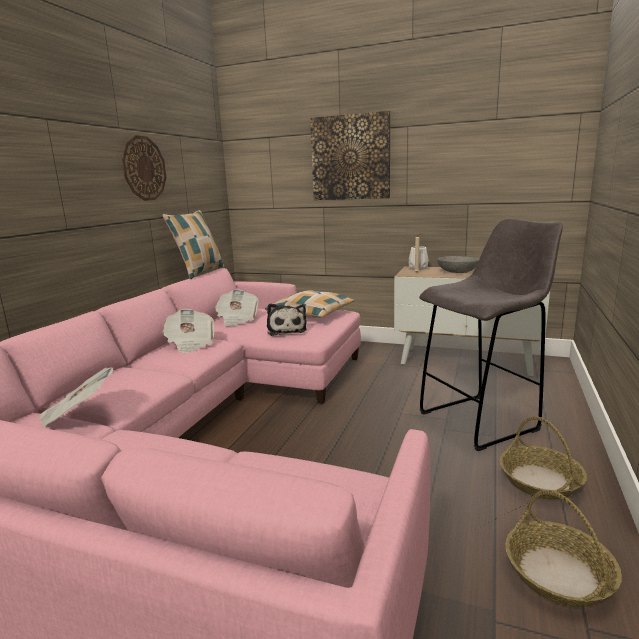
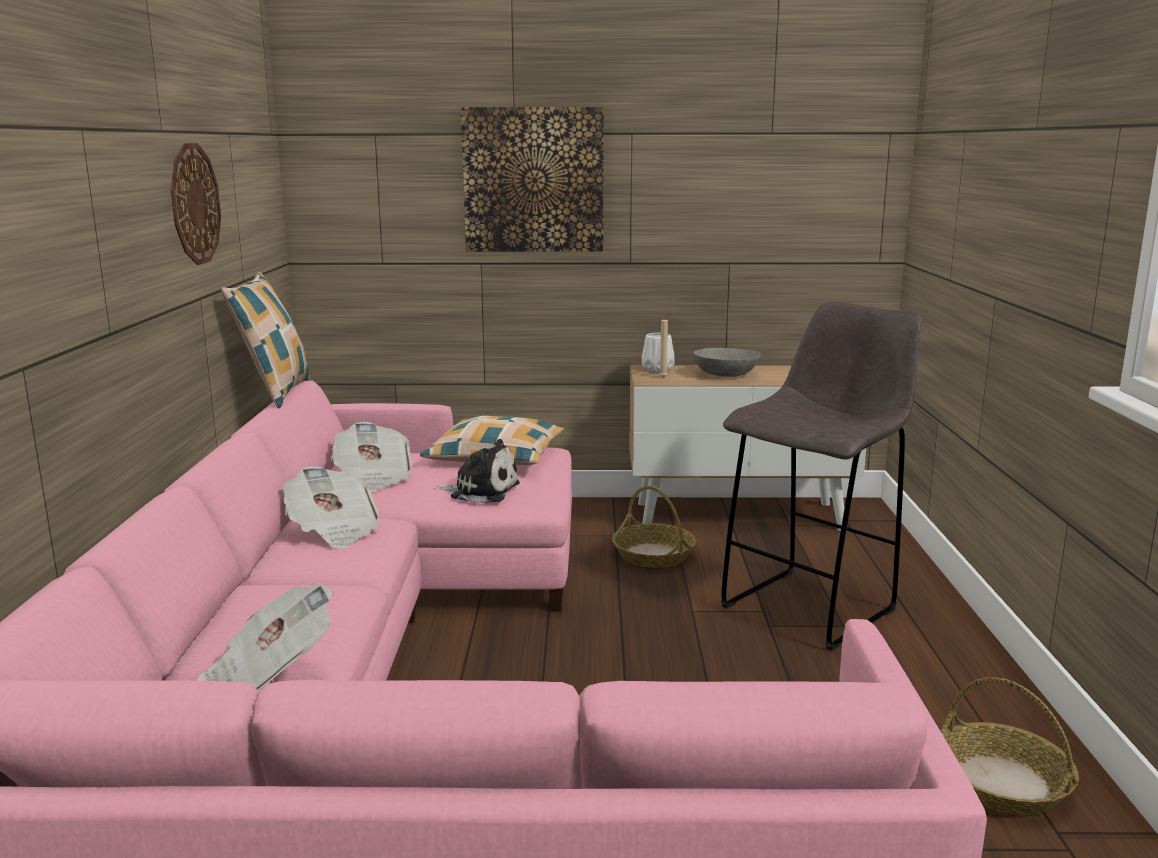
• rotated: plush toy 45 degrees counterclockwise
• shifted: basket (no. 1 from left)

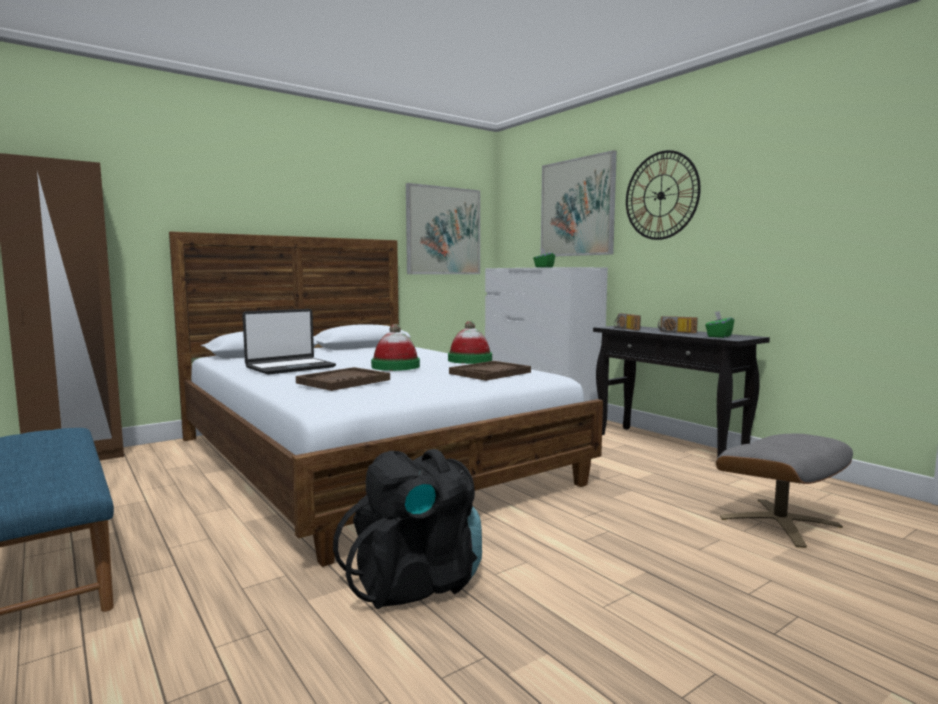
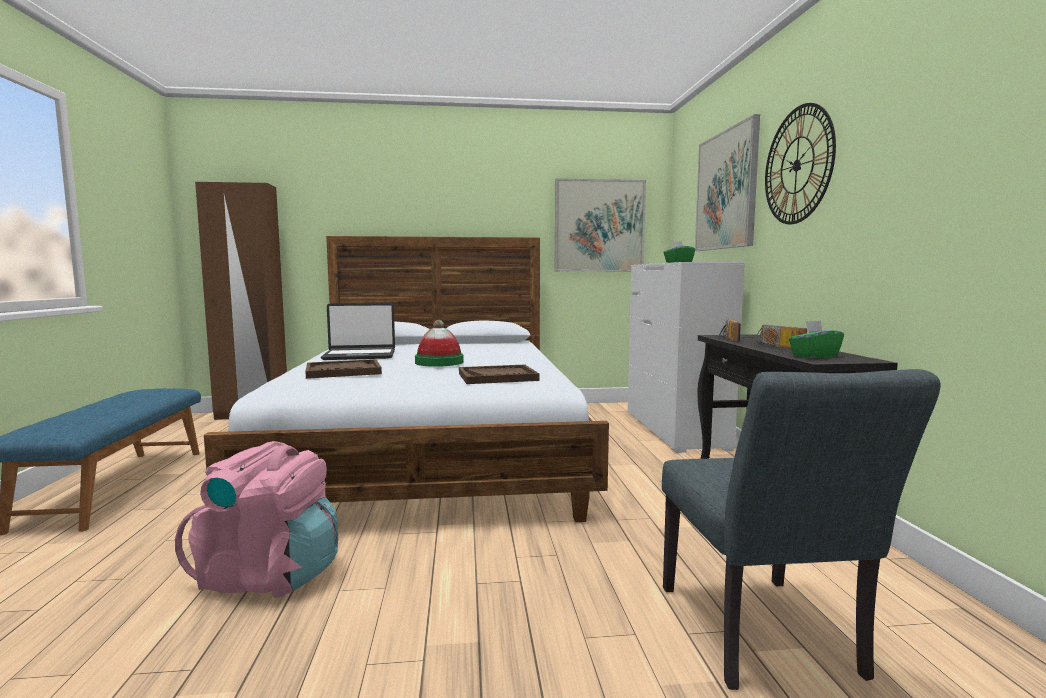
• gone: hat (no. 2 from left)
• swapped: grey ottoman to grey chair
• repainted: black backpack to pink backpack

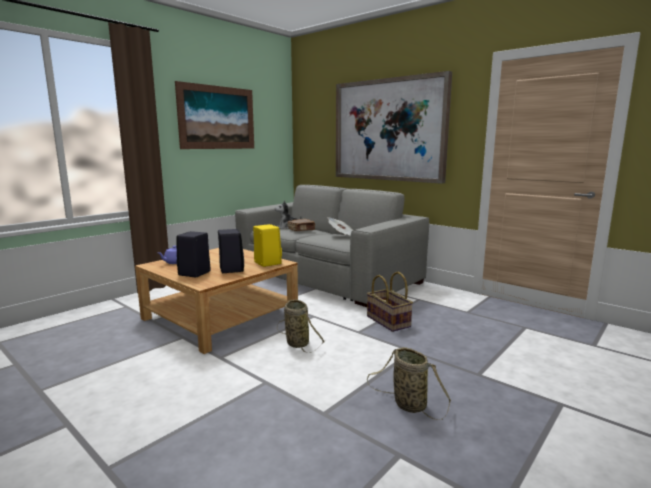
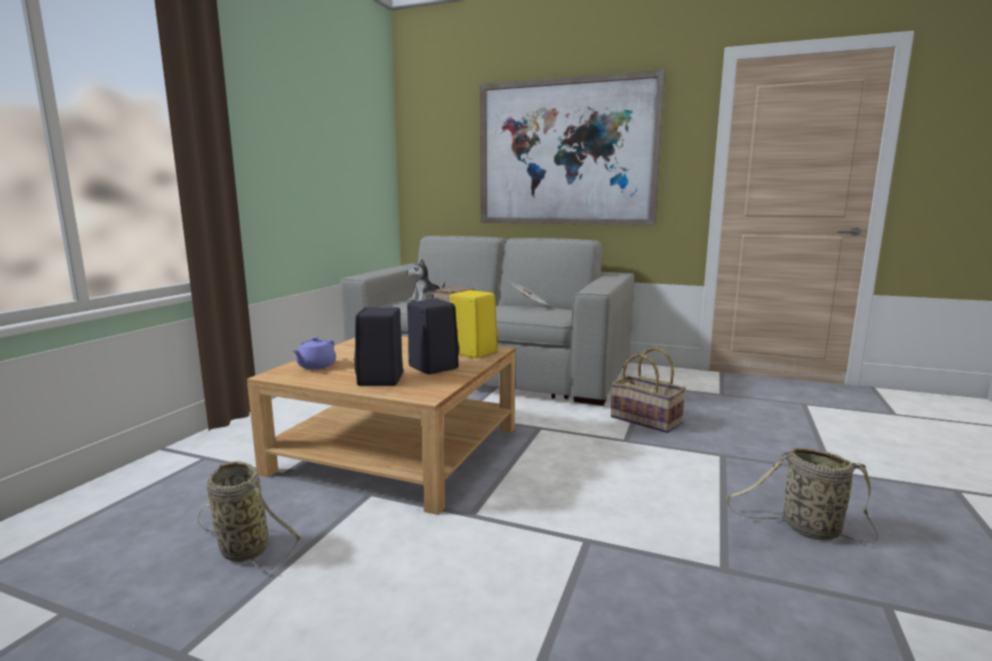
• gone: picture (no. 1 from left)
• shifted: basket (no. 1 from left)

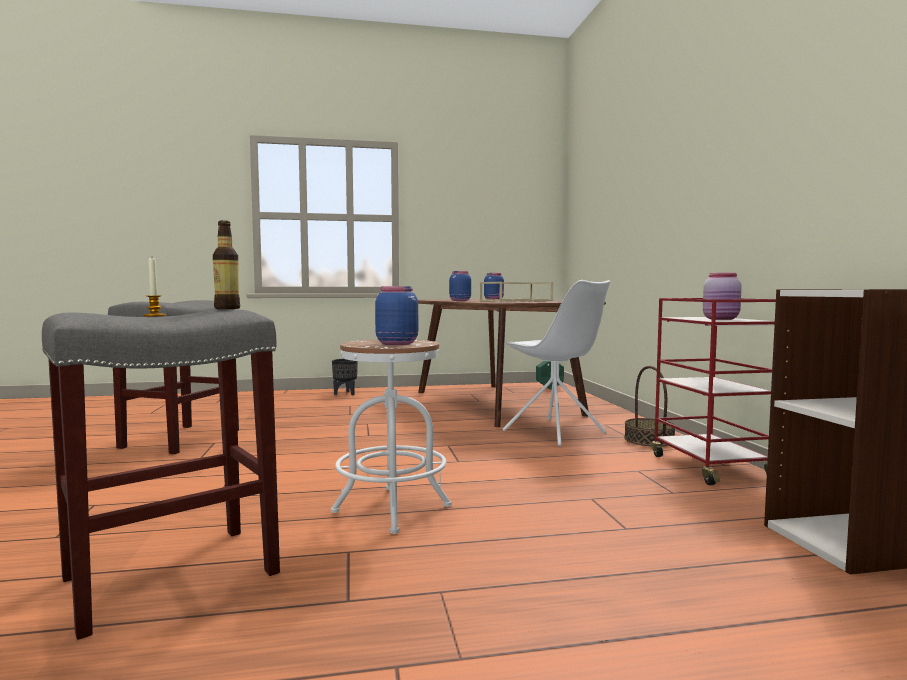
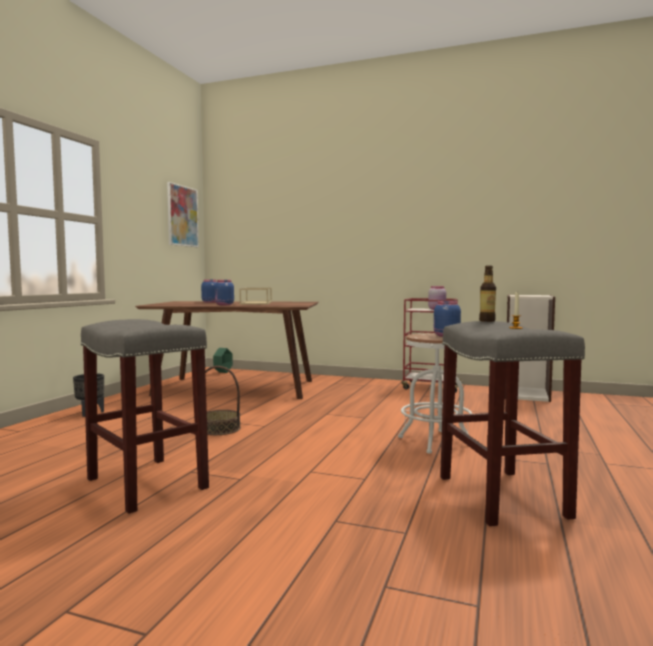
• gone: white chair
• shifted: basket
• new: picture

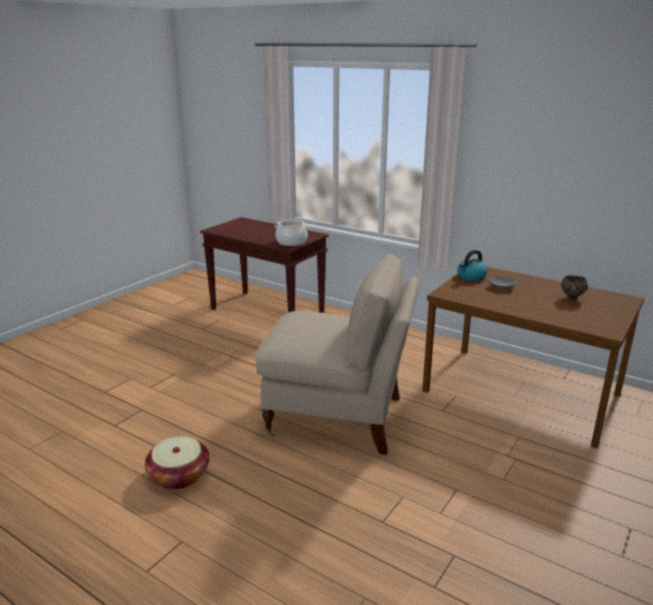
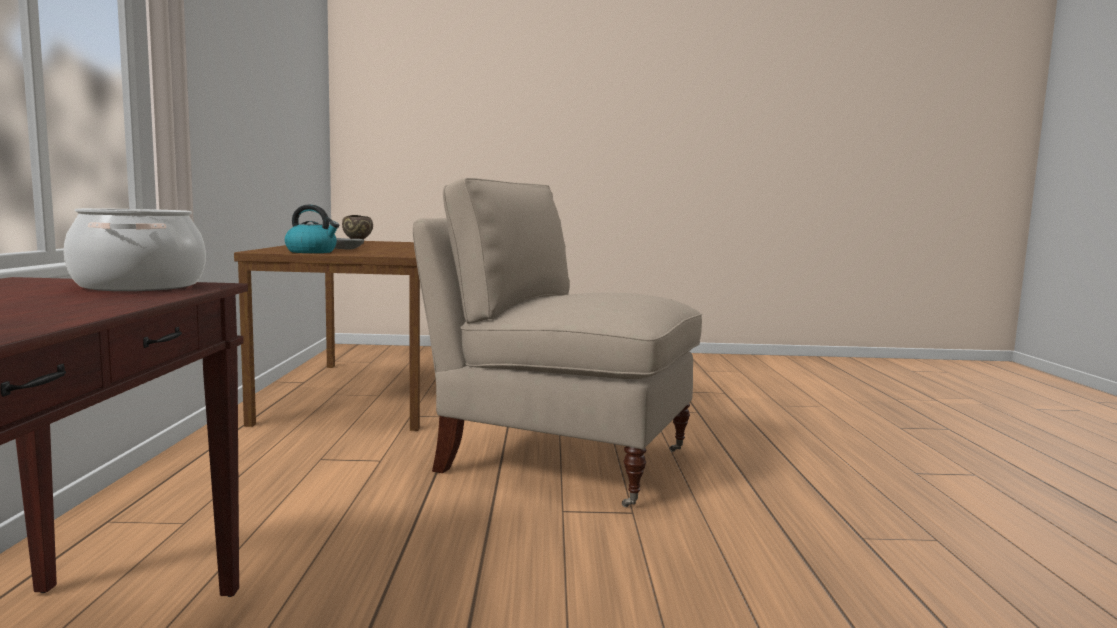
• rotated: beige chair 45 degrees counterclockwise
• gone: basket

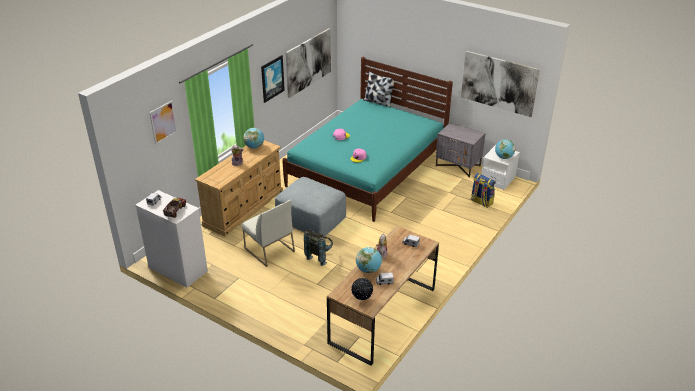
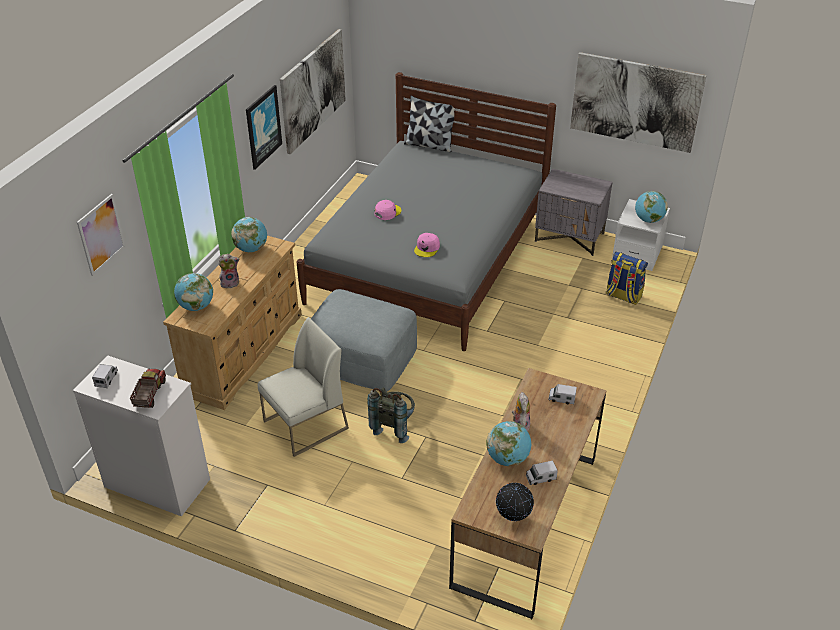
• repainted: turquoise bed to grey bed
• rotated: white chair 75 degrees counterclockwise
• new: globe (no. 1 from left)

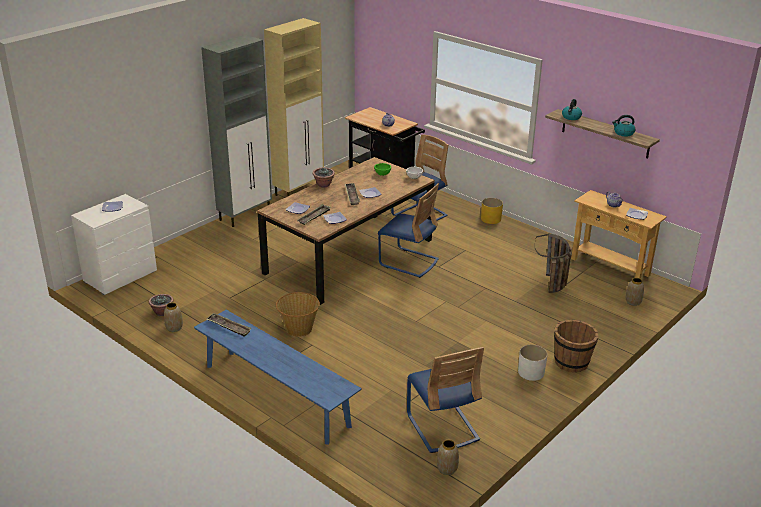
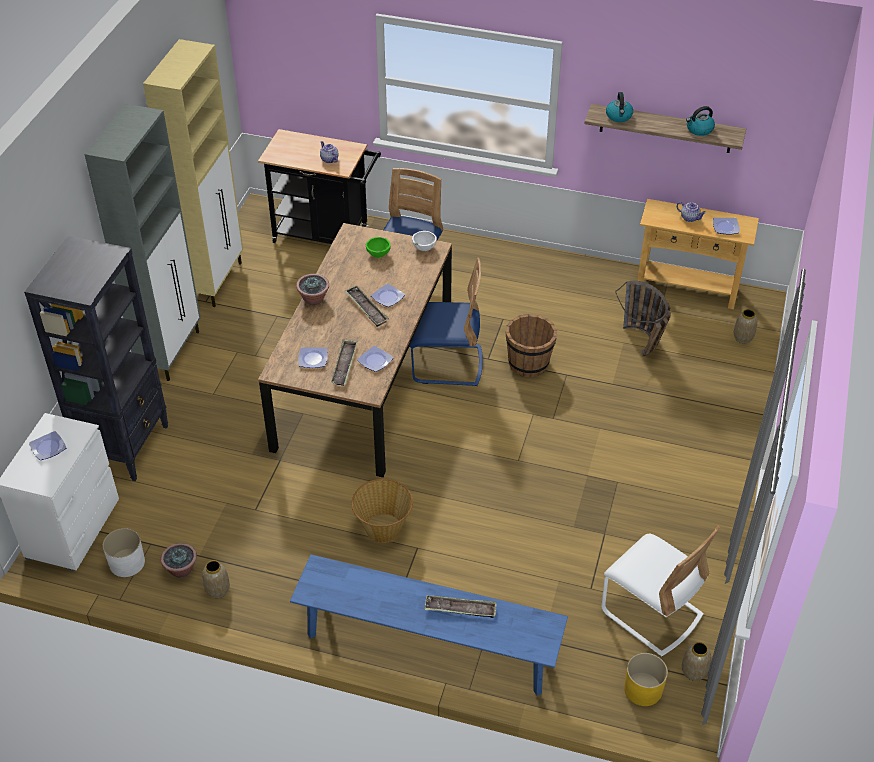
• shifted: yellow planter
• shifted: tray (no. 1 from left in the first image) to tray (no. 3 from left)
• shifted: brown bucket
• shifted: white planter
• repainted: blue chair (no. 3 from left) to white chair
• new: black bookcase

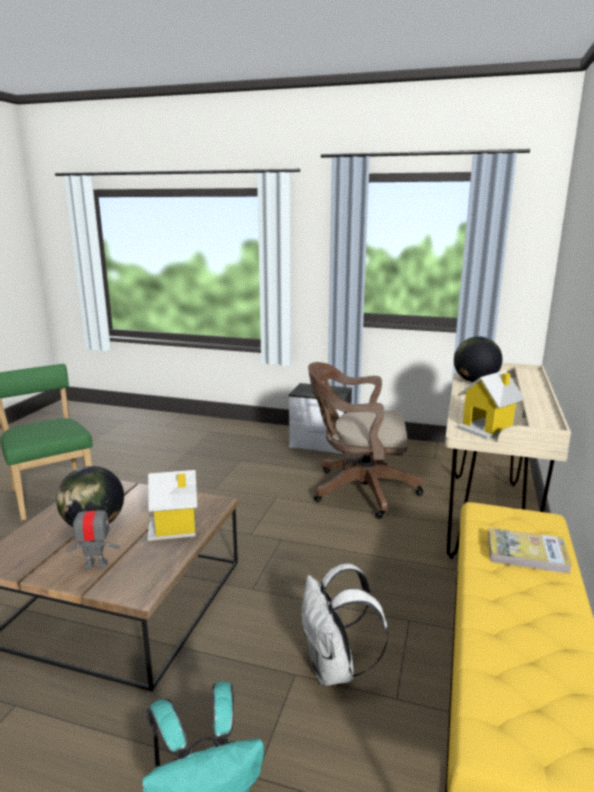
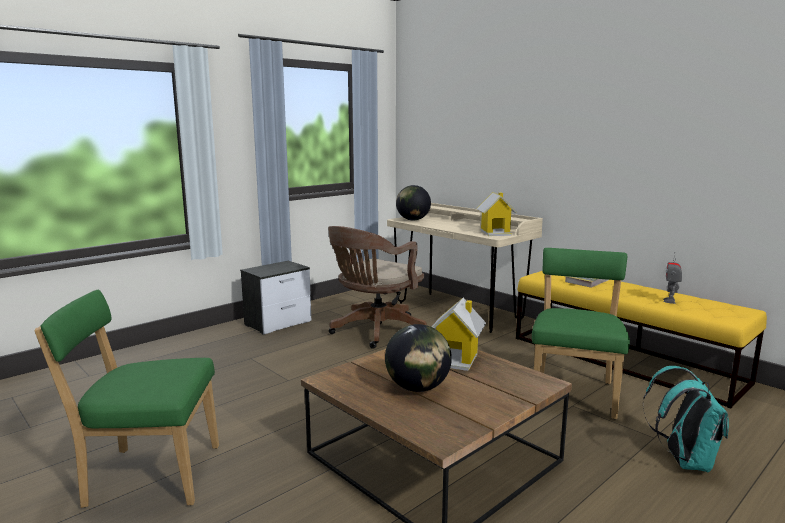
• shifted: toy robot
• swapped: white backpack to green chair (no. 2 from left)

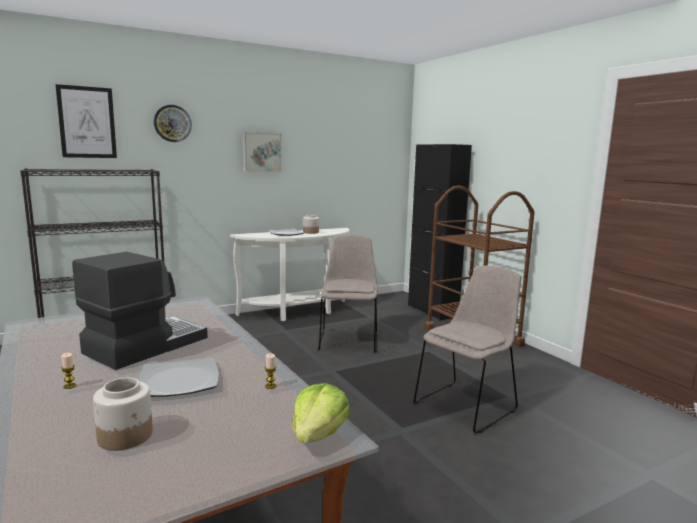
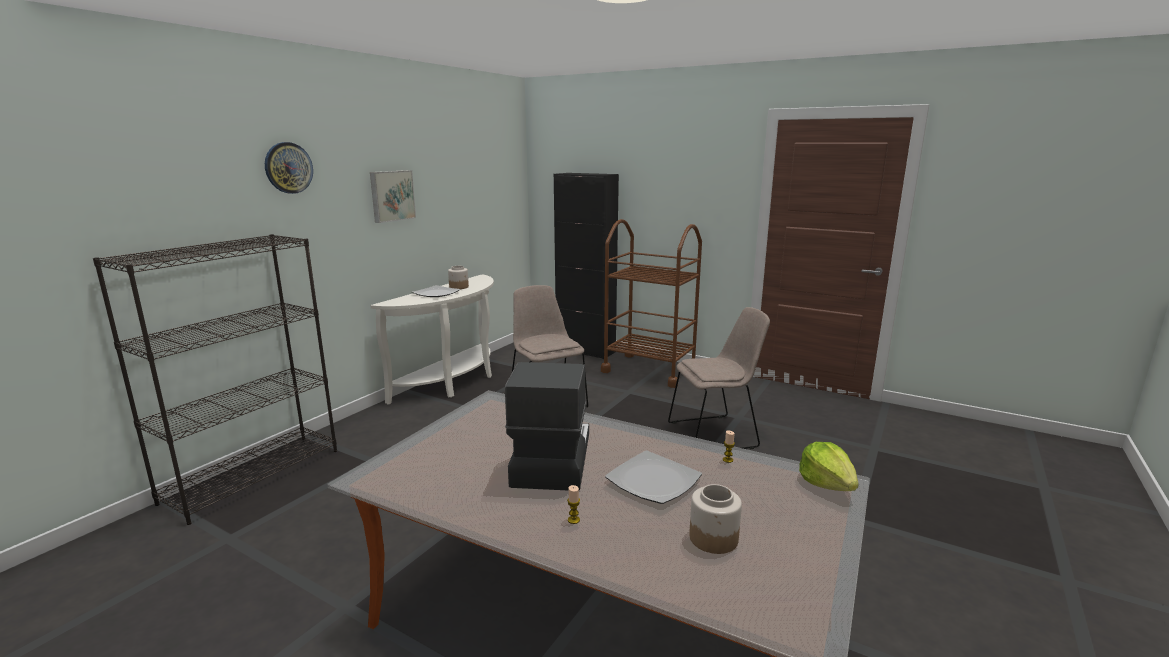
• gone: picture (no. 1 from left)
• rotated: beige chair (no. 2 from left) 60 degrees clockwise

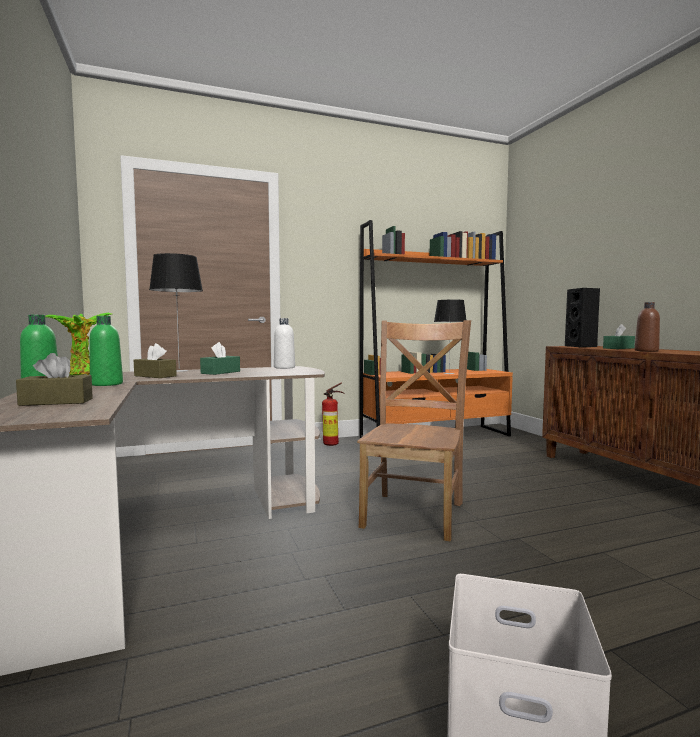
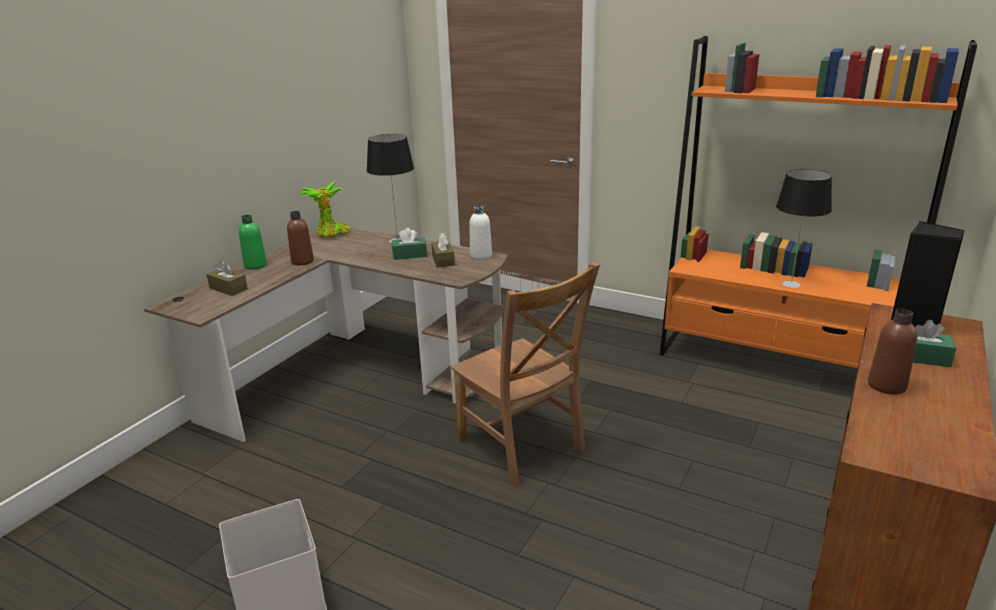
• repainted: green bottle (no. 2 from left) to brown bottle (no. 1 from left)
• rotated: brown chair 75 degrees clockwise
• shifted: brown tissue box (no. 2 from left)
• gone: fire extinguisher

